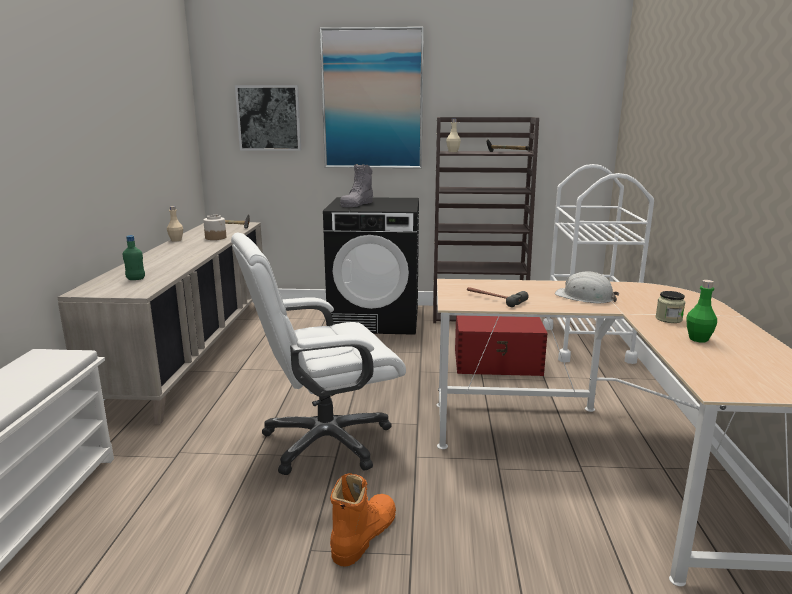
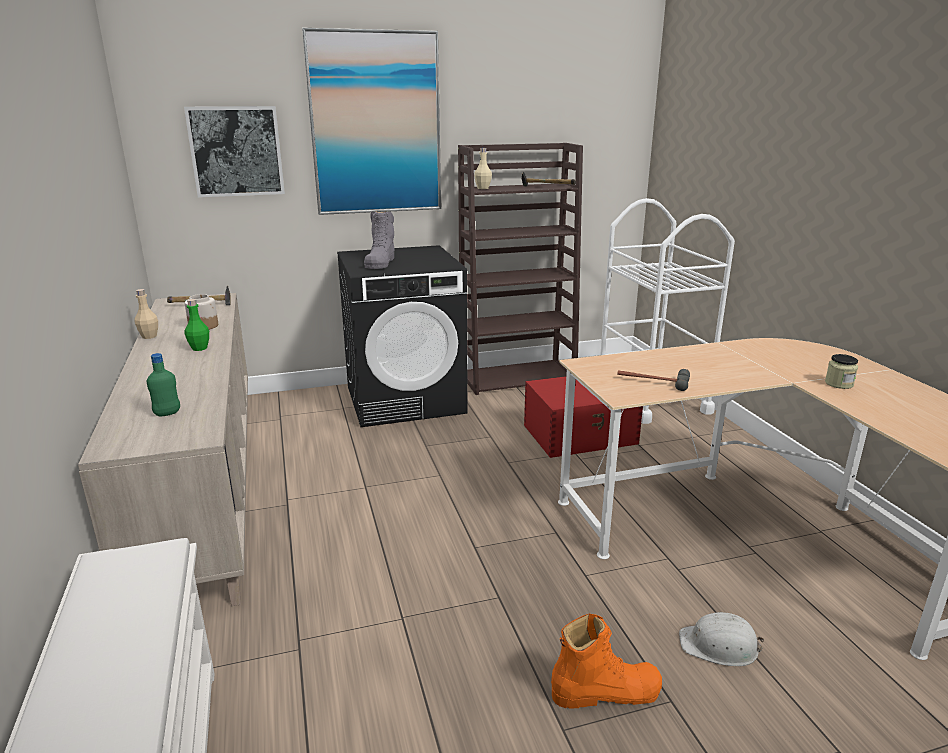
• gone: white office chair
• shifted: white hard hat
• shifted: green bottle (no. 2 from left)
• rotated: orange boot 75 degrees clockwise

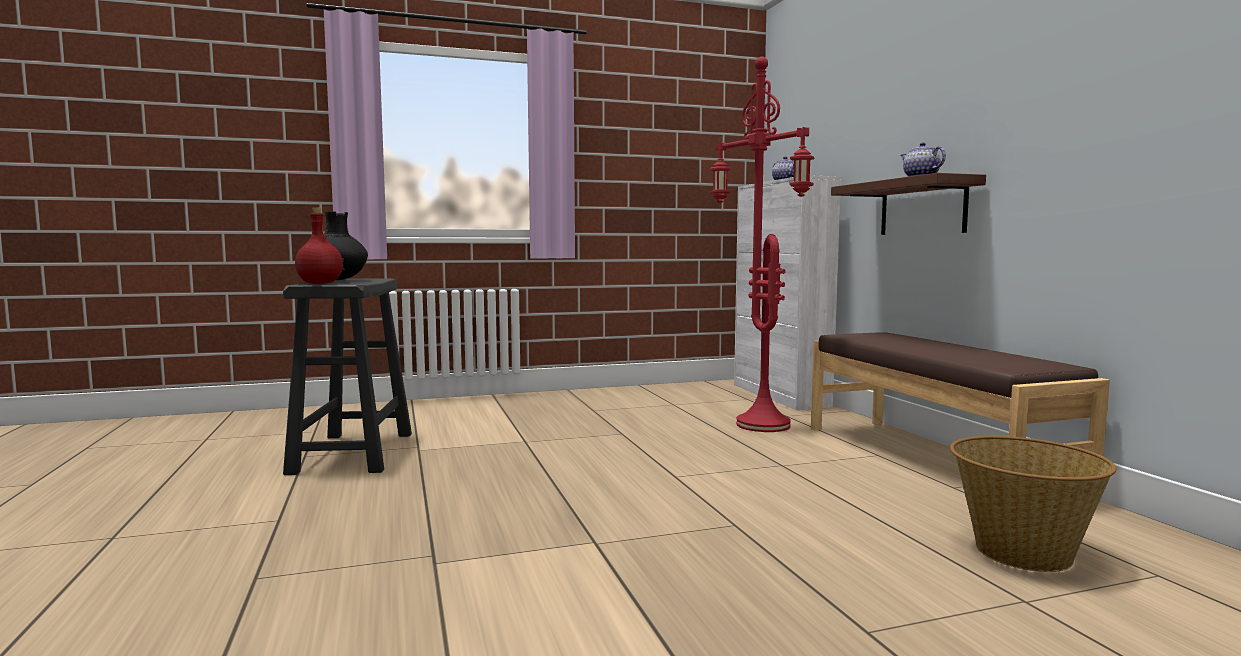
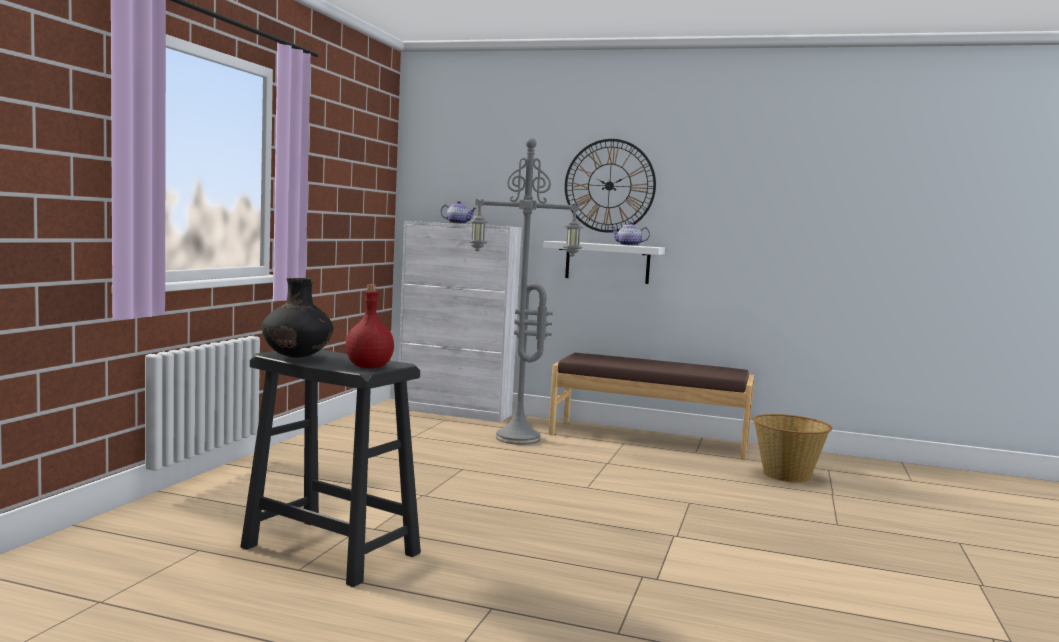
• repainted: red floor lamp to grey floor lamp
• repainted: brown shelf to white shelf
• new: wall clock

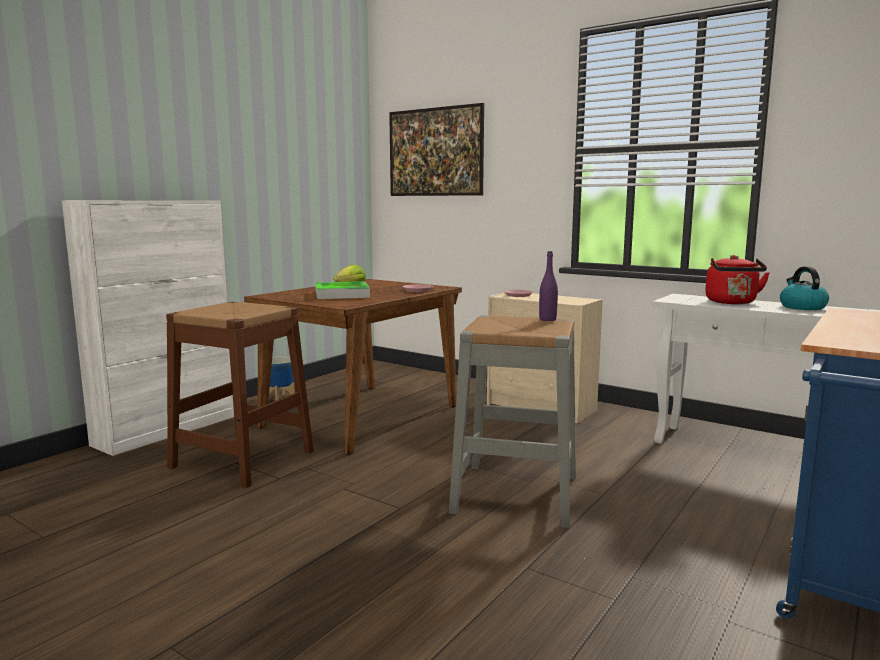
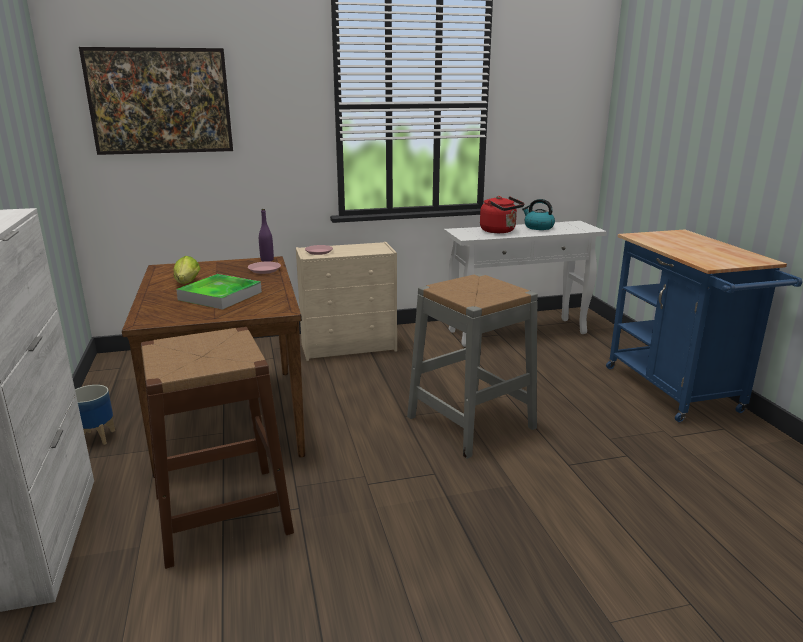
• shifted: purple bottle

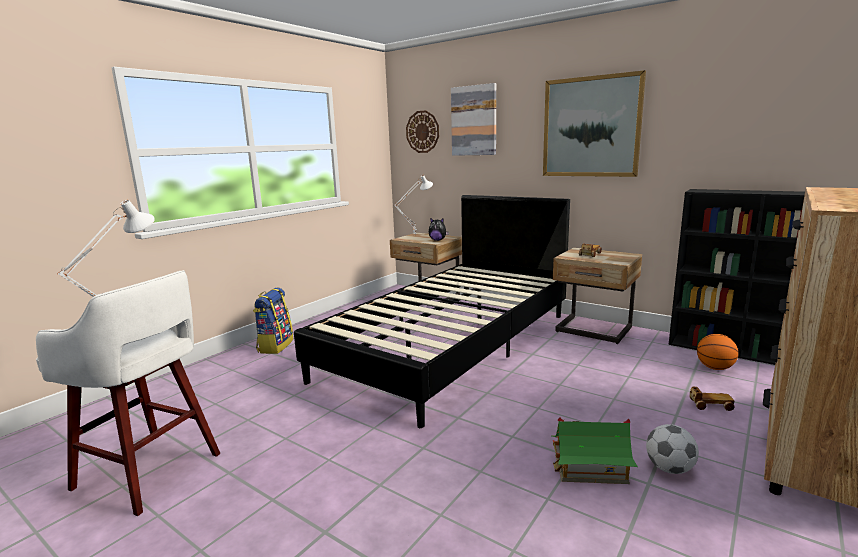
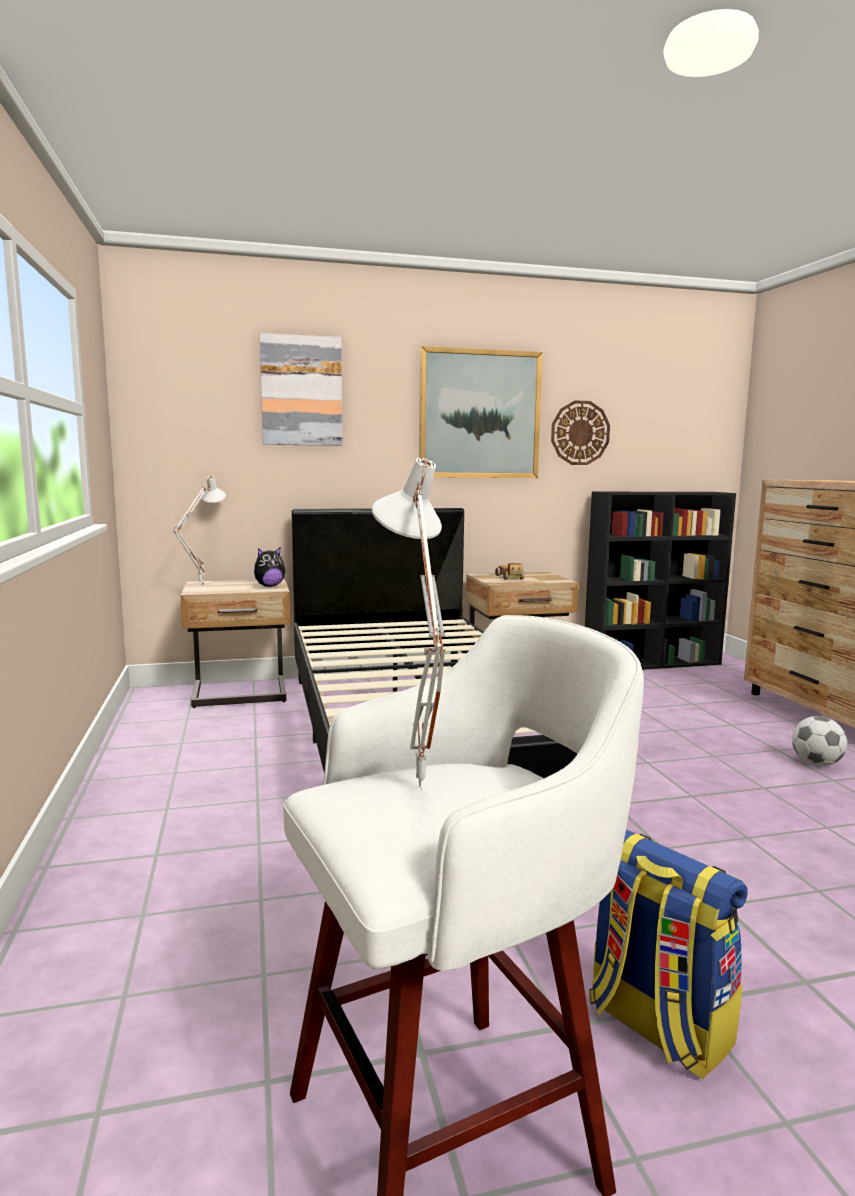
• shifted: wall clock
• shifted: backpack
• gone: basketball
• gone: toy car (no. 2 from left)
• gone: toy house

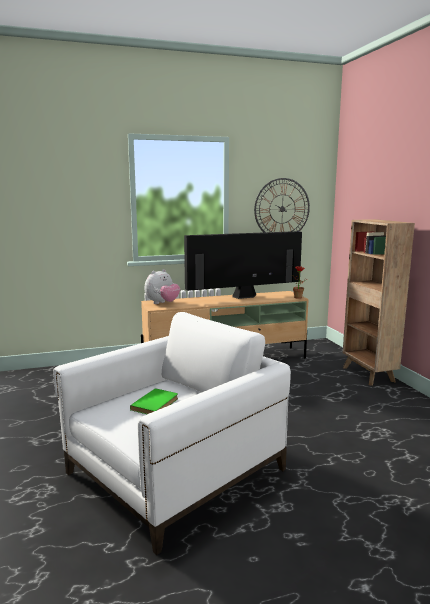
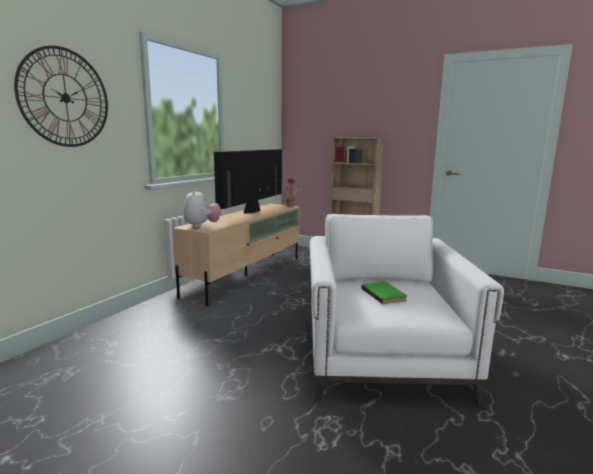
• shifted: wall clock

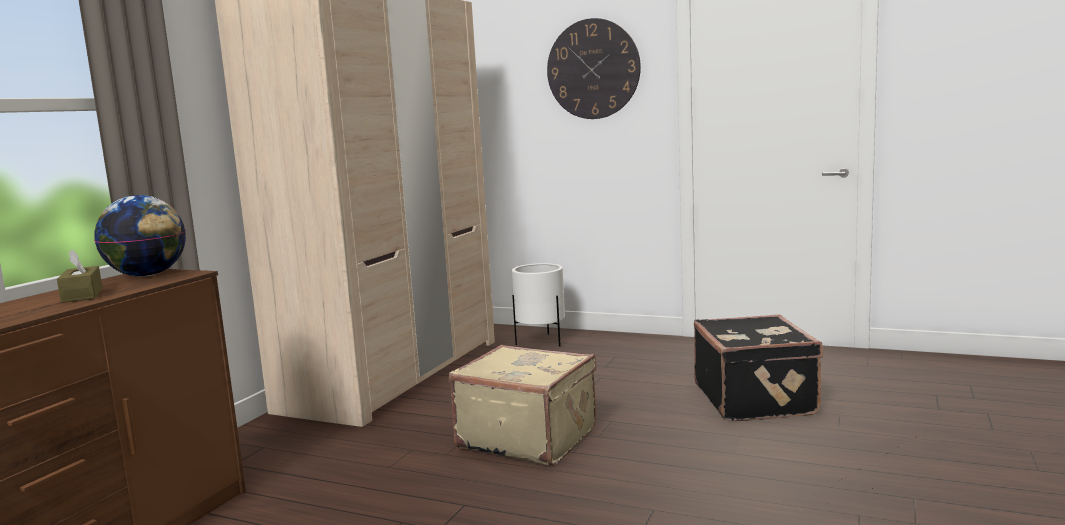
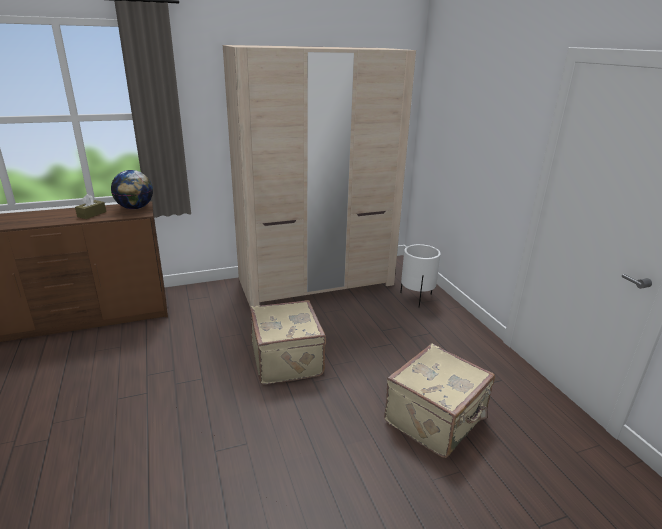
• gone: wall clock
• repainted: black suitcase to beige suitcase (no. 2 from left)

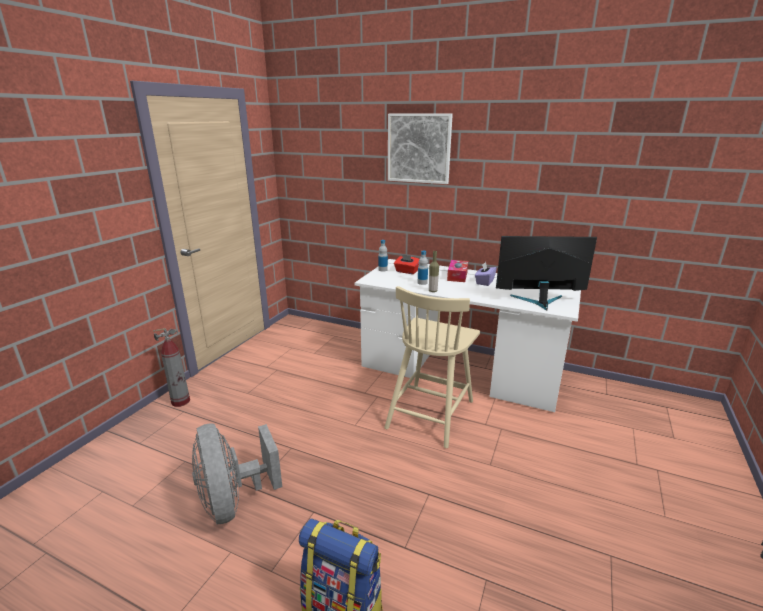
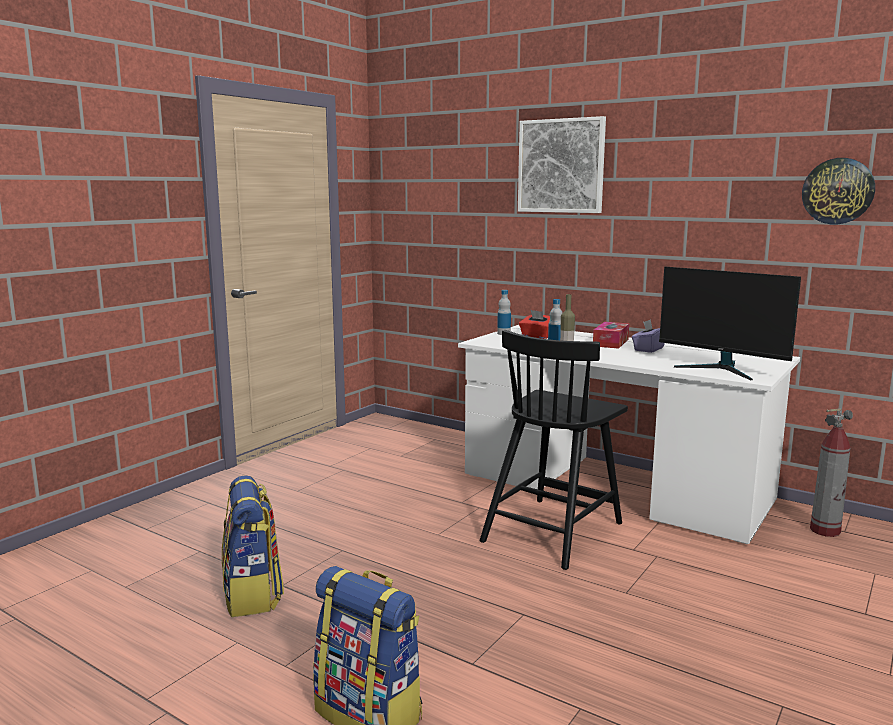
• rotated: monitor 150 degrees counterclockwise
• repainted: beige chair to black chair
• shifted: fire extinguisher
• swapped: grey fan to backpack (no. 1 from left)
• new: wall clock

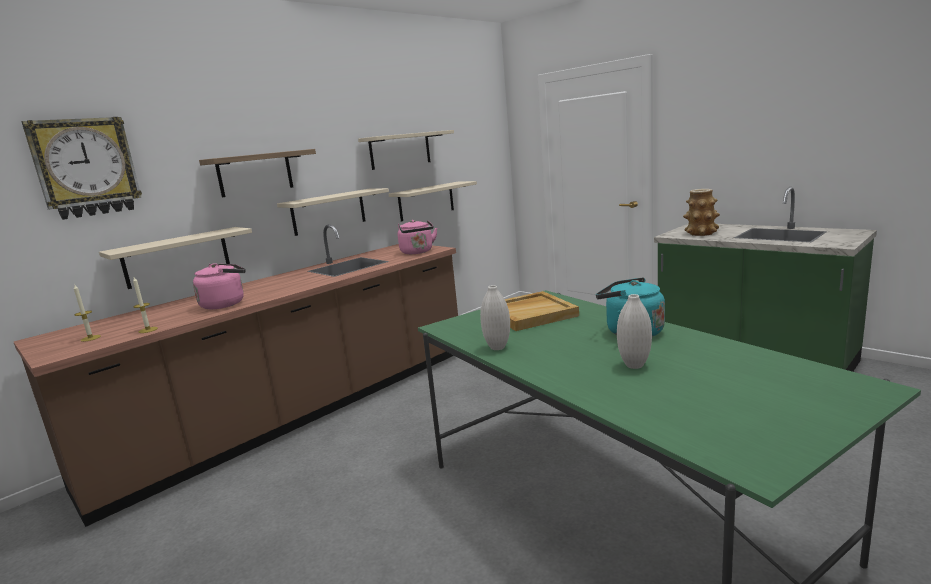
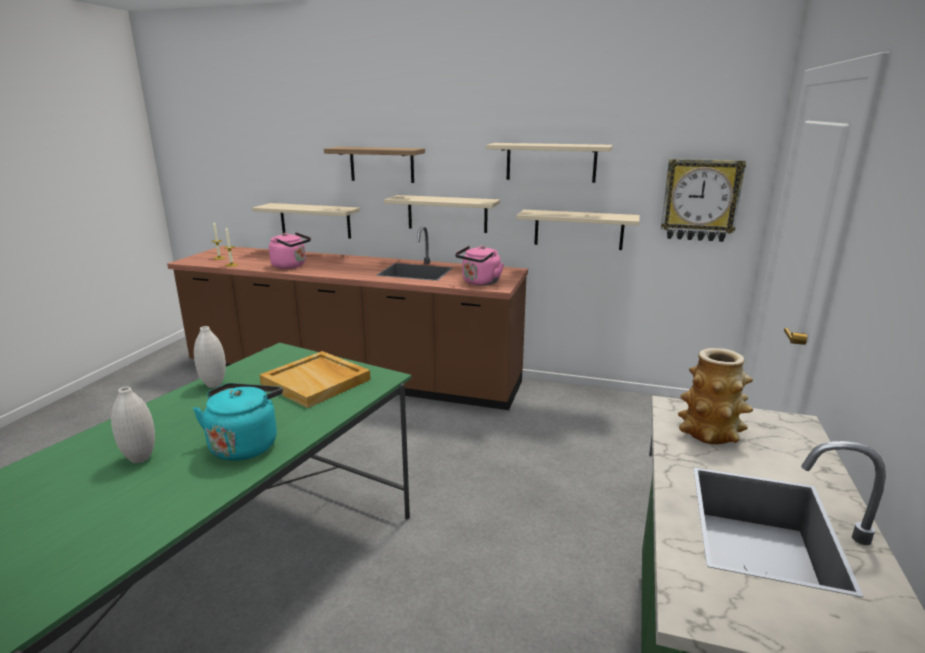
• shifted: wall clock

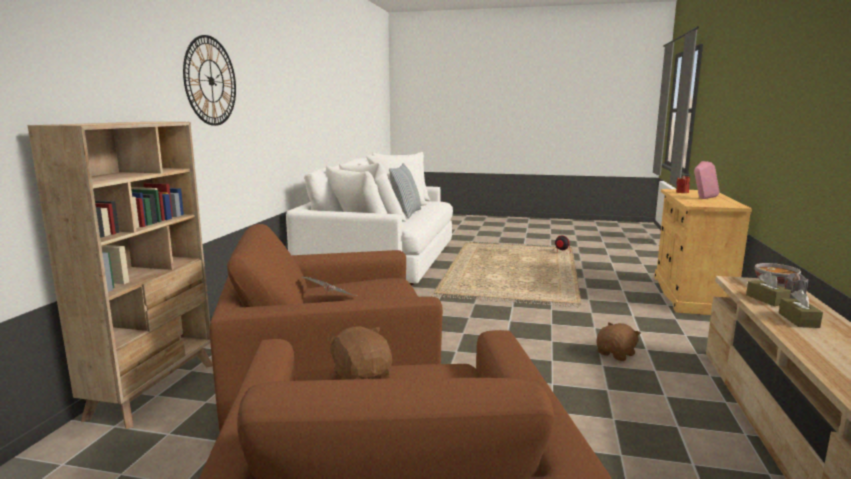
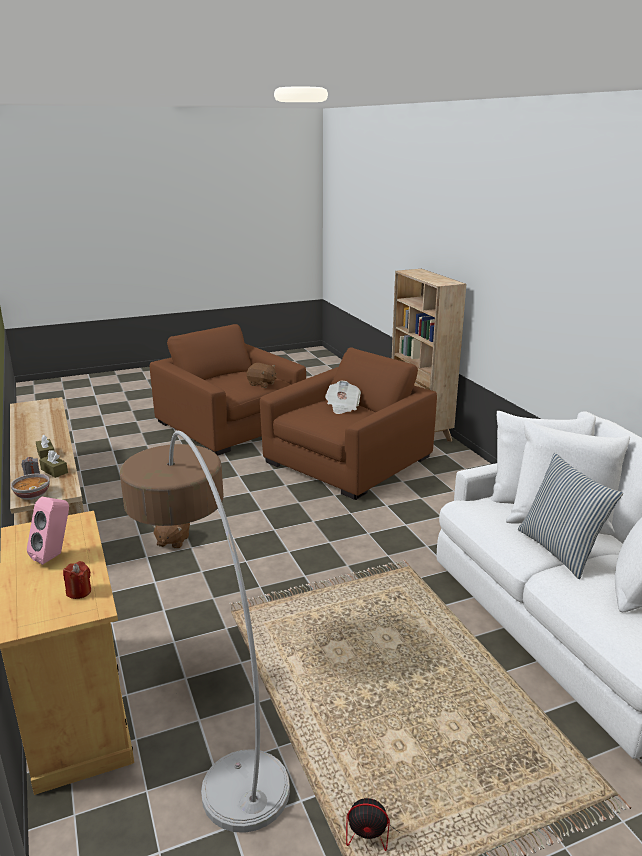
• gone: wall clock
• new: floor lamp

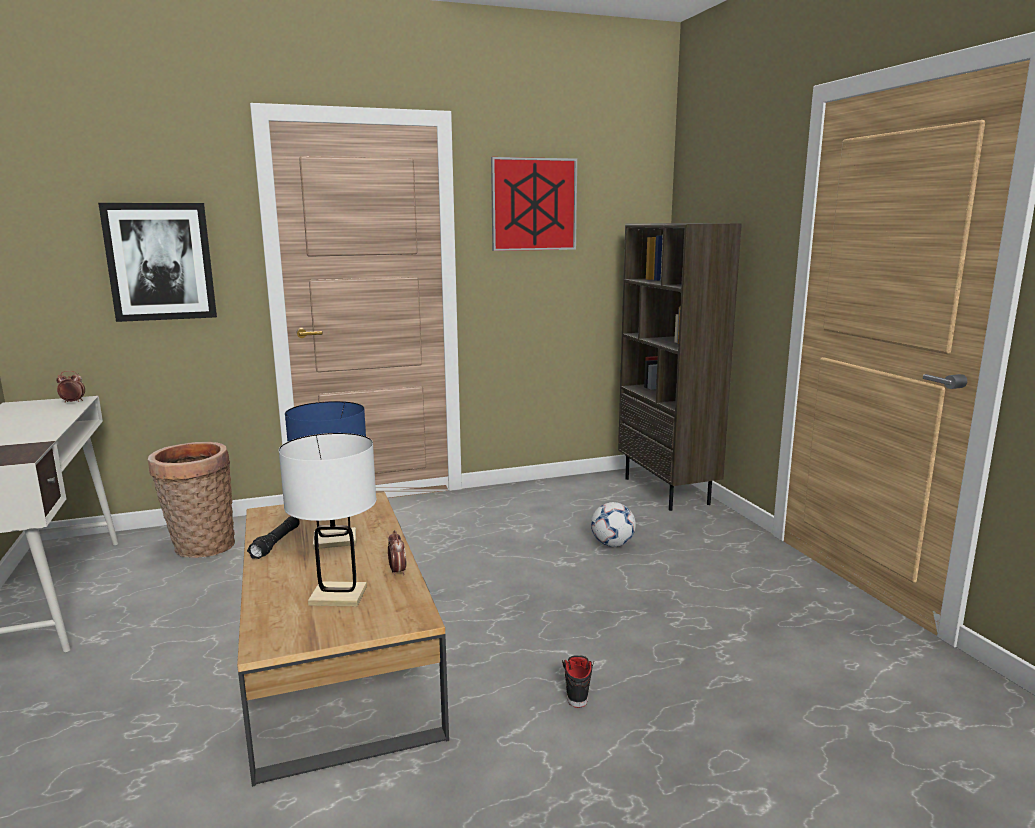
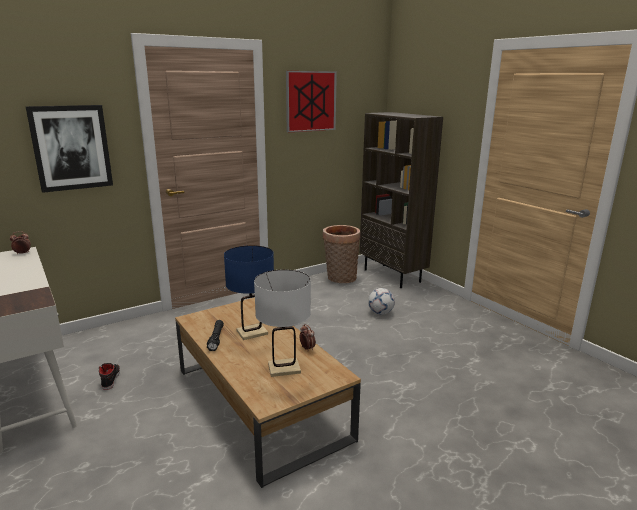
• shifted: basket
• shifted: black shoe

